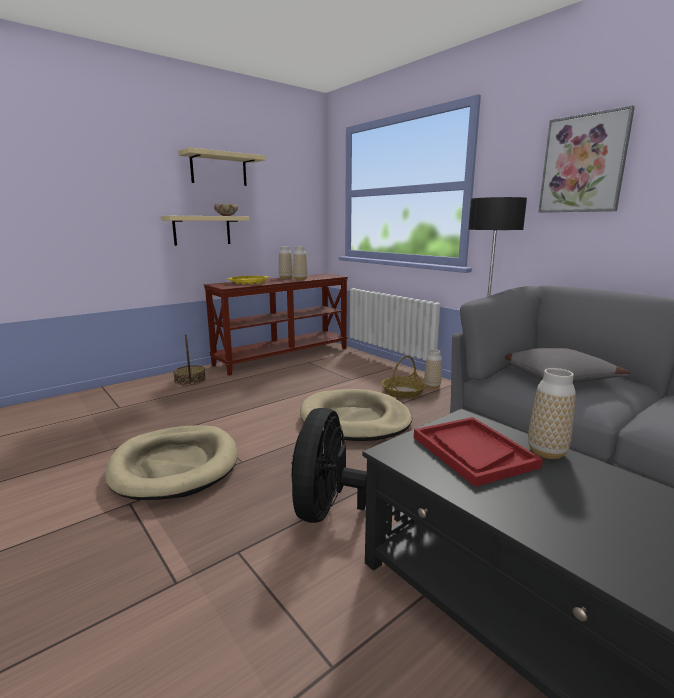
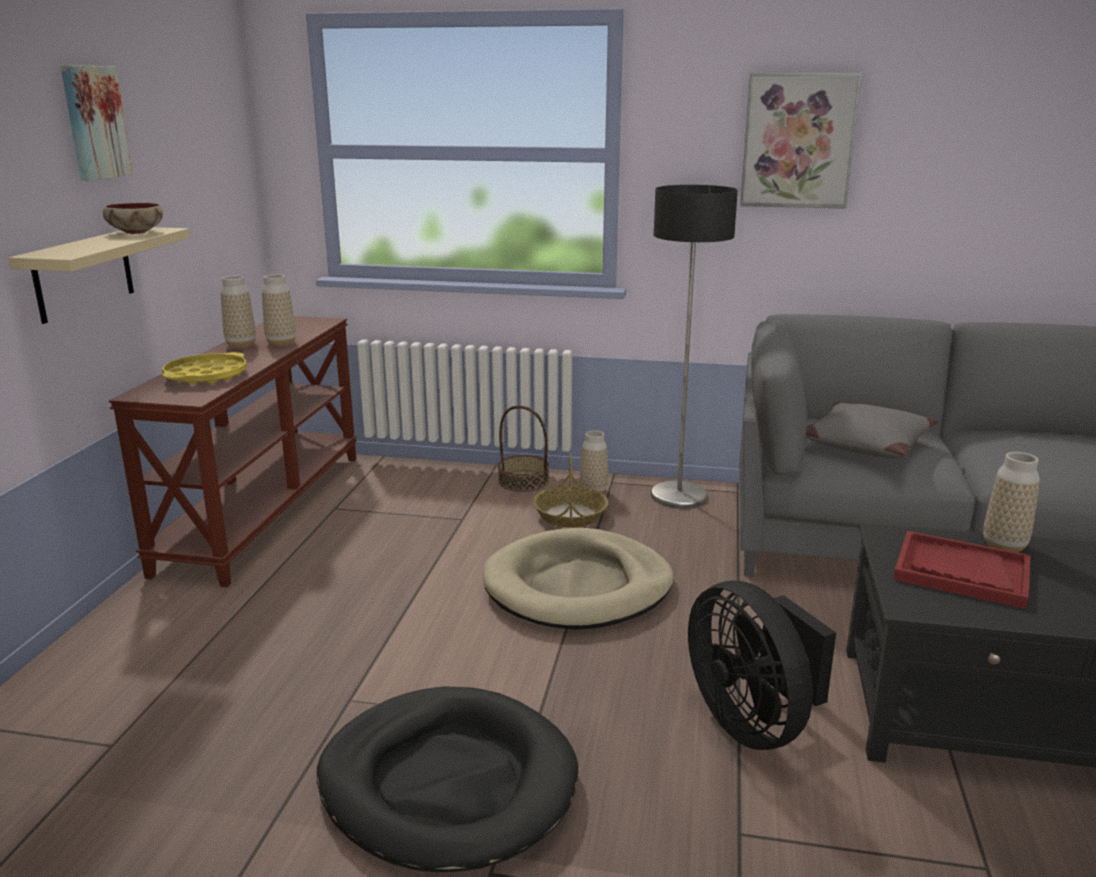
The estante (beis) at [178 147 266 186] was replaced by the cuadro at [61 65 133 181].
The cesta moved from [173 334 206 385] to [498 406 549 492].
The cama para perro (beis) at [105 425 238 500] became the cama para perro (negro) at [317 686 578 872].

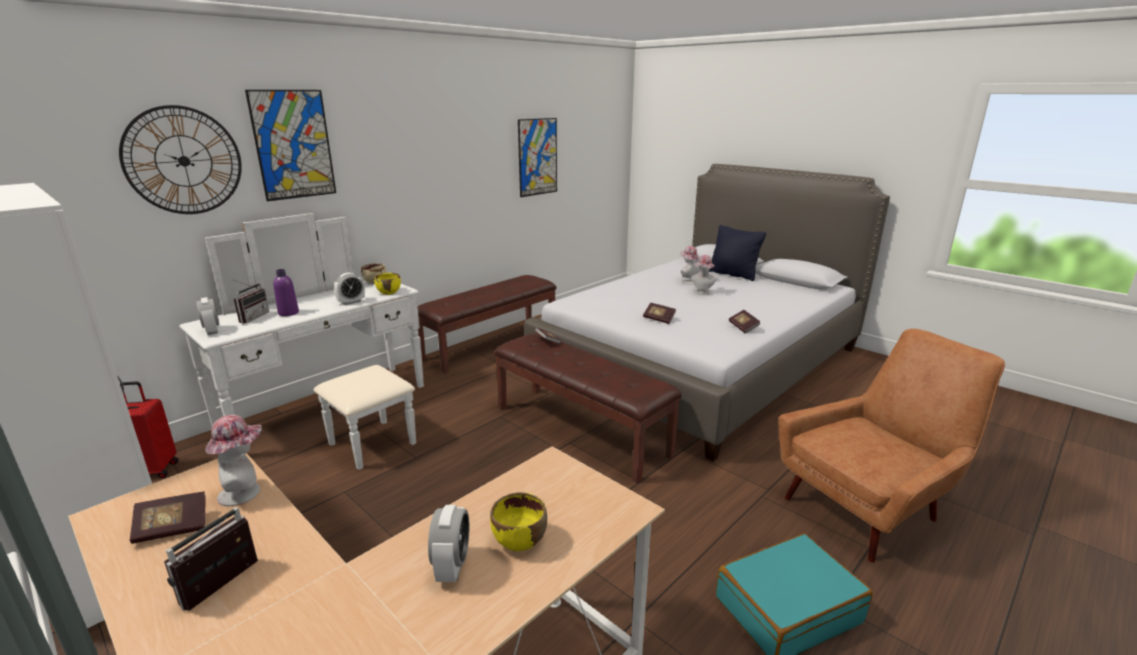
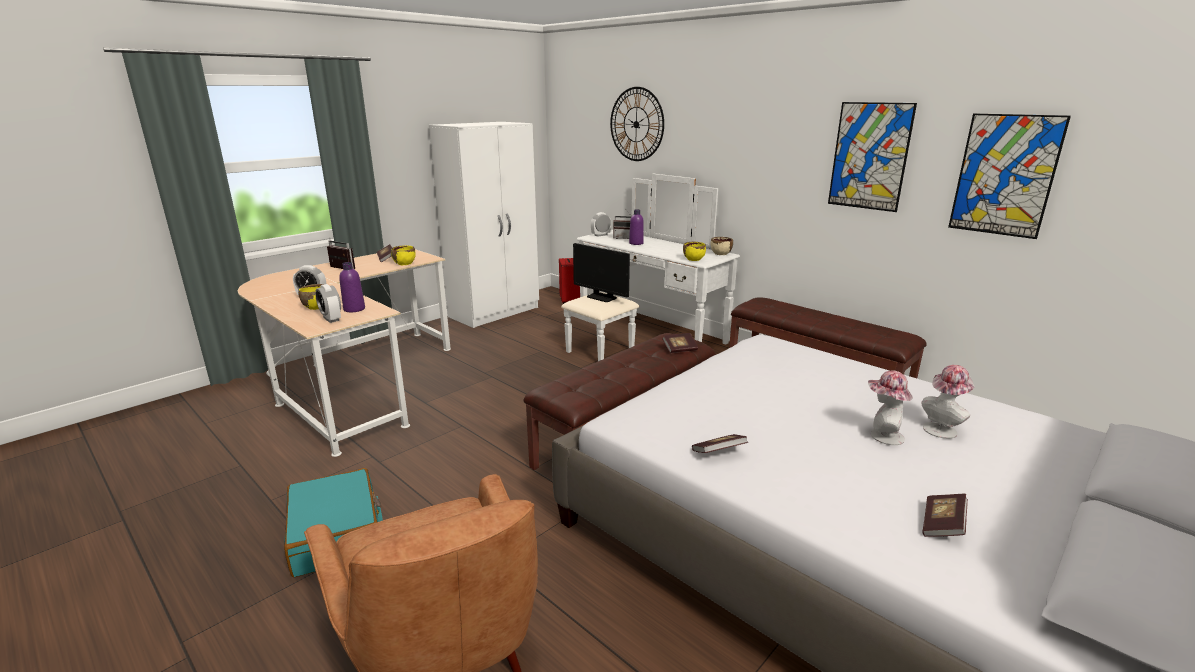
The cuadro moved from [245 90 336 201] to [828 102 917 212].
The cojín (negro) at [709 225 766 281] disappeared.
The despertador moved from [334 272 365 305] to [315 284 341 323].
The libro moved from [643 303 676 324] to [923 494 968 537].
The sombrero at [205 415 262 506] was replaced by the cuenco (amarillo) at [391 245 416 265].
The monitor at [573 243 630 302] appeared.
The botella (morado) at [339 262 365 312] appeared.

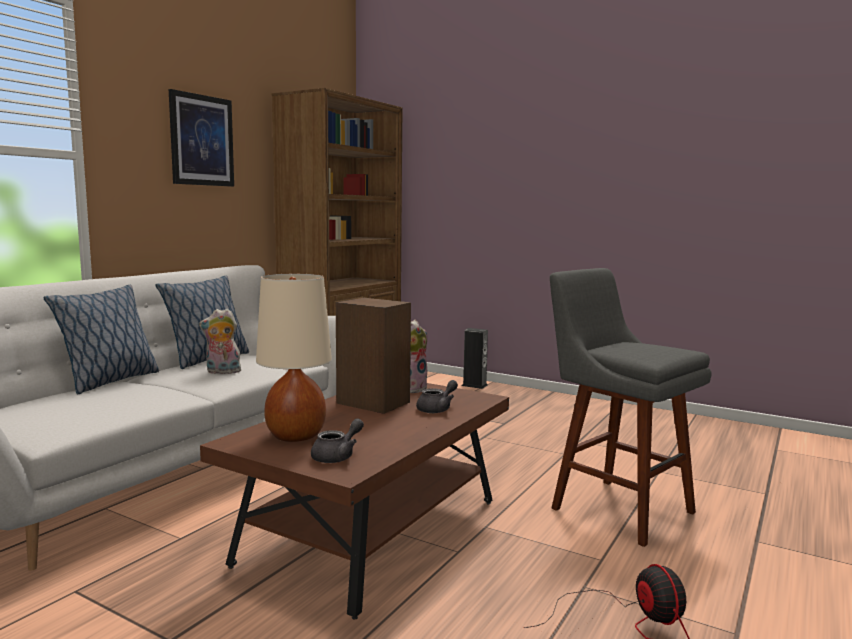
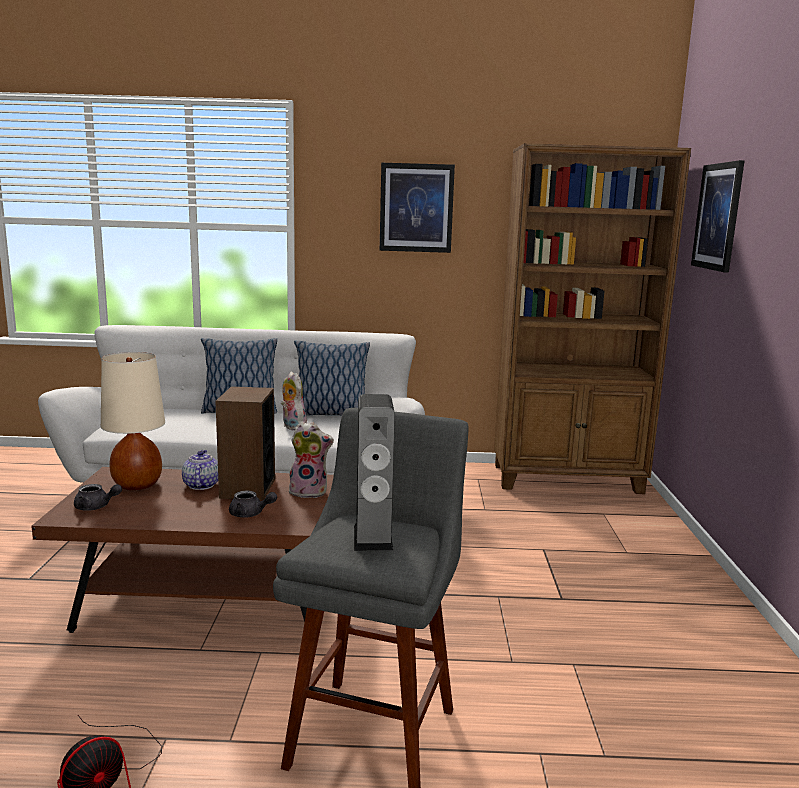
The altavoz moved from [462 328 488 389] to [354 394 395 551].
The cuadro at [691 160 745 273] appeared.
The tetera at [182 450 218 490] appeared.

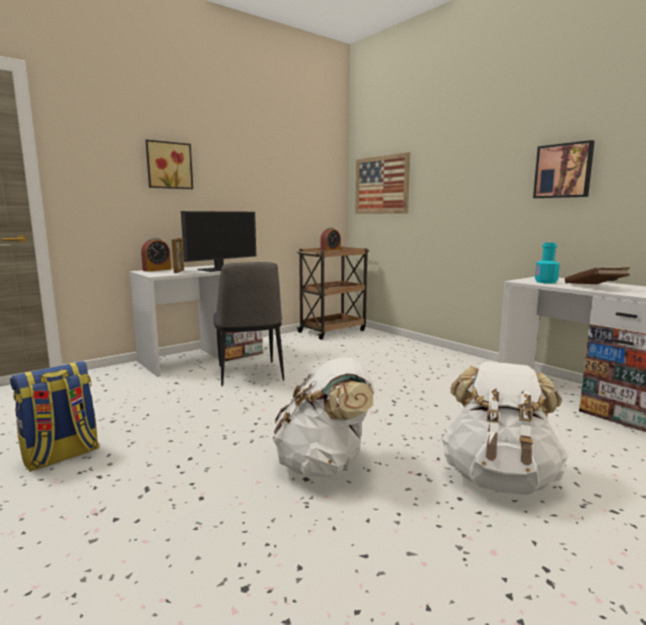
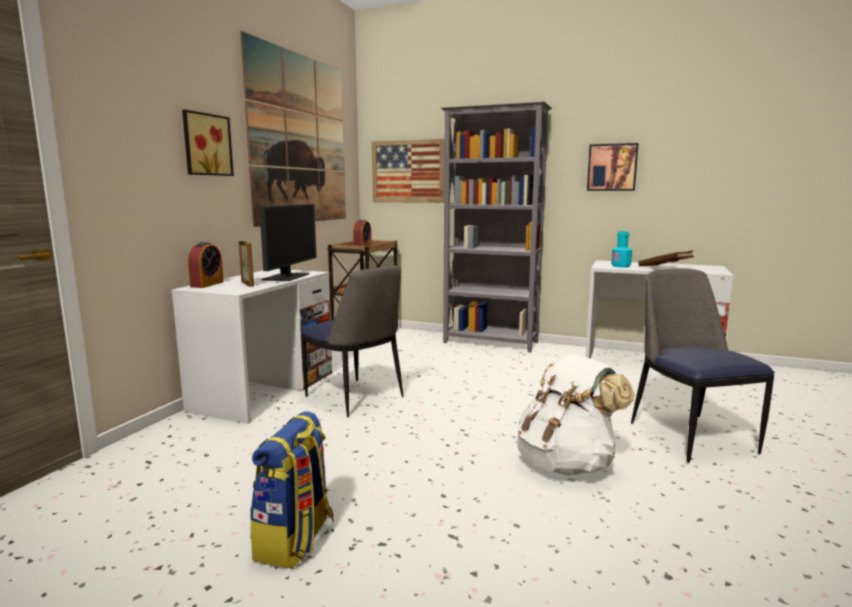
The mochila (blanco) at [441 362 569 495] was replaced by the silla at [631 269 775 463].
The cuadro at [240 31 346 227] appeared.
The estantería (gris) at [441 101 552 352] appeared.

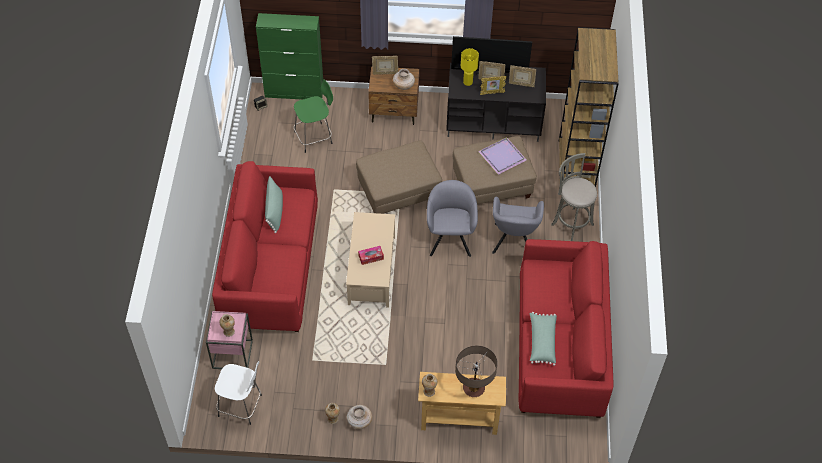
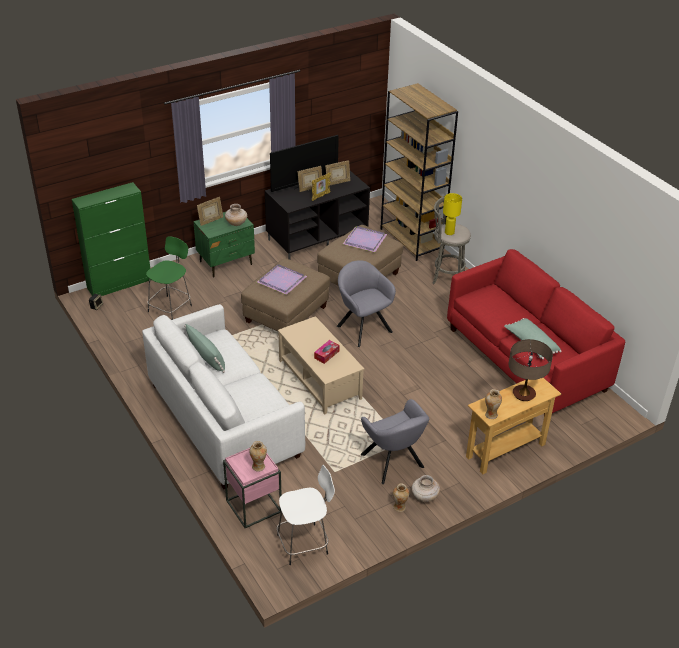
The lámpara de mesa (amarillo) moved from [461 48 479 86] to [443 193 462 235].
The mesita de noche (marrón) at [368 66 419 125] became the mesita de noche (verde) at [193 211 255 277].
The sofá (rojo) at [212 161 318 332] became the sofá (blanco) at [142 304 305 489].
The sillón (gris) moved from [492 197 544 254] to [361 399 429 484].
The bandeja (morado) at [257 264 307 295] appeared.

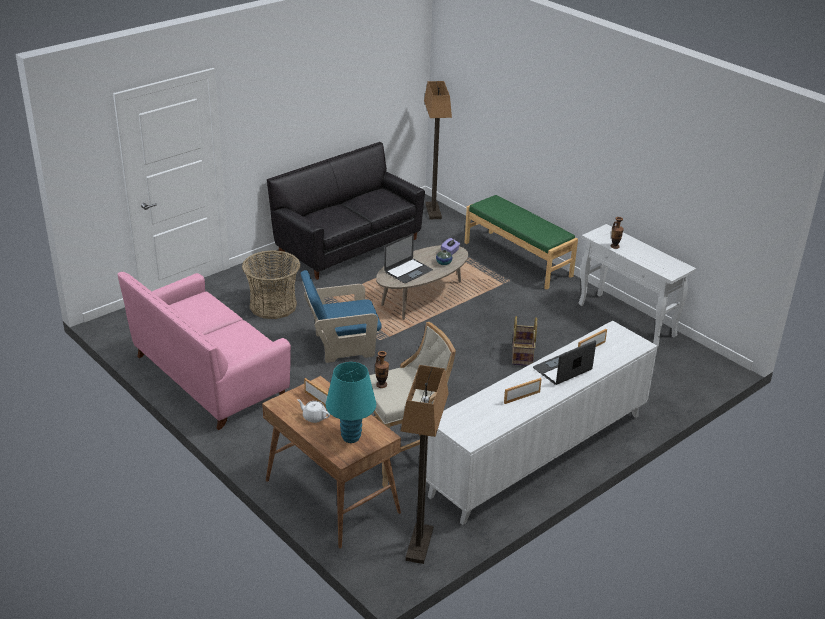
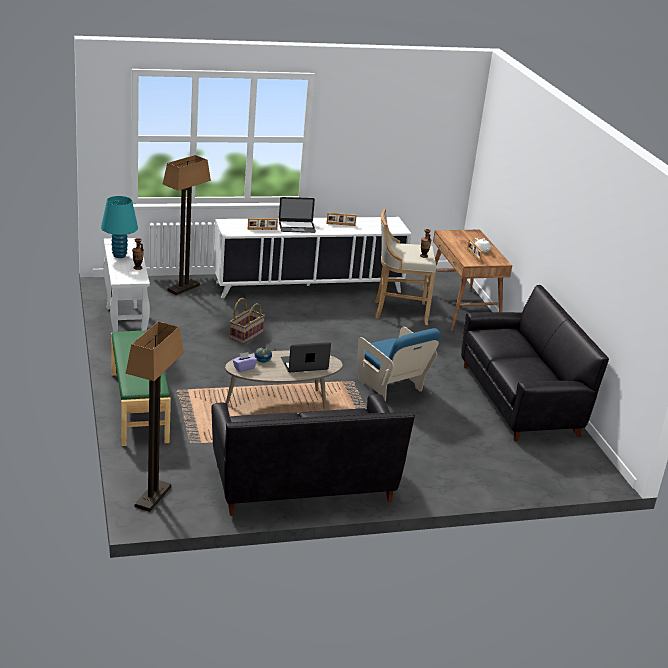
The cesta at [242 250 300 319] disappeared.
The sillón (azul) at [301 270 382 363] turned 45 degrees clockwise.
The sofá (rosa) at [118 271 291 430] became the sofá (negro) at [461 285 609 441].
The lámpara de mesa (turquesa) moved from [326 362 376 443] to [101 196 138 258].
The lámpara de pie moved from [401 365 449 564] to [163 155 211 295].

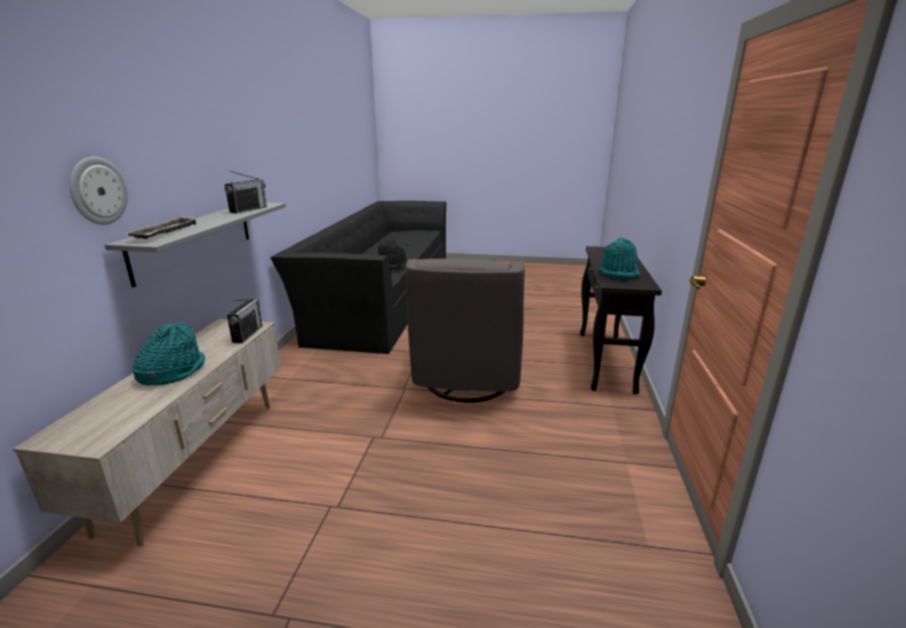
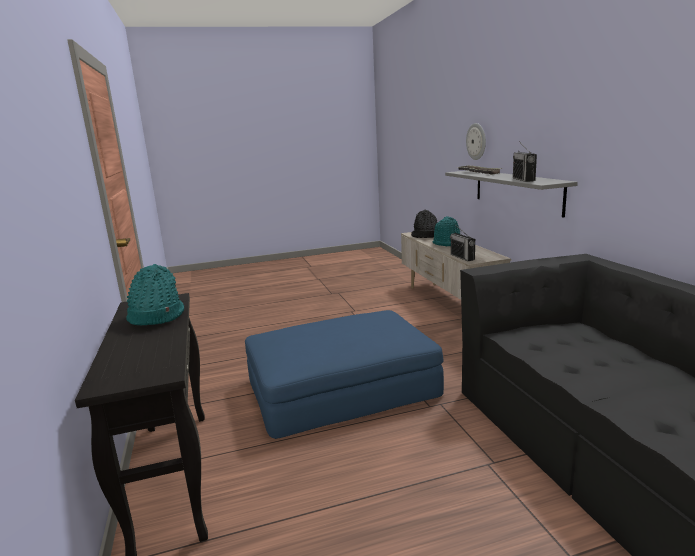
The sombrero (negro) moved from [378 239 407 270] to [411 210 438 238].
The sillón (gris) at [405 259 525 403] was replaced by the puf (azul) at [245 310 444 439].

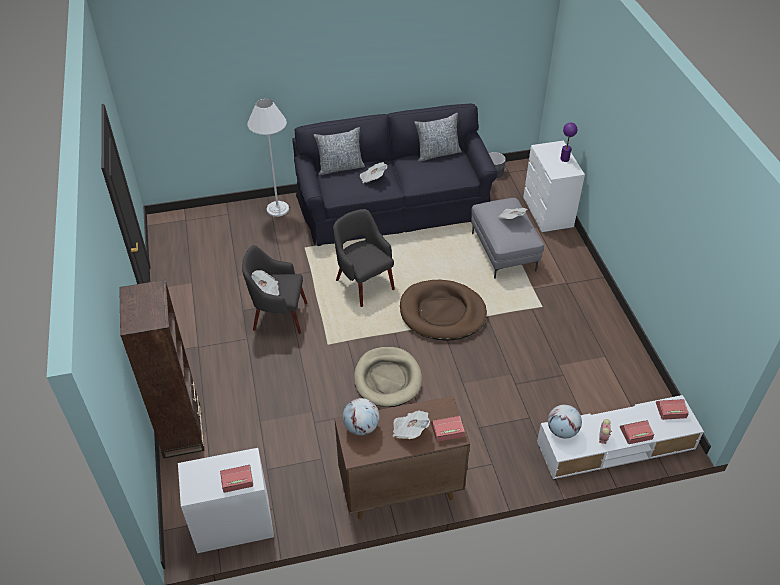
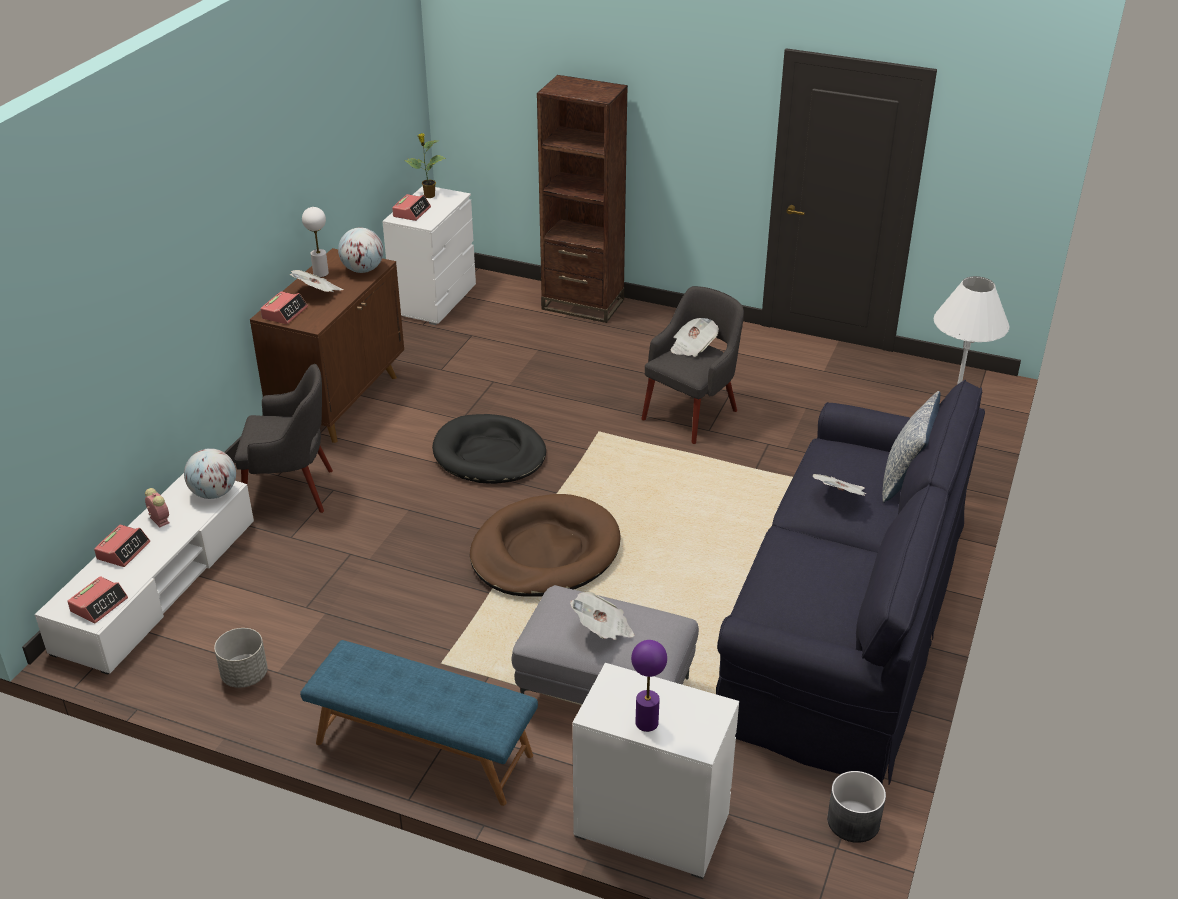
The cojín at [414 113 462 162] disappeared.
The sillón (gris) moved from [333 209 395 307] to [235 364 333 513].
The cama para perro (beis) at [354 347 422 407] became the cama para perro (negro) at [432 414 546 484].
The planta en maceta at [404 133 446 198] appeared.
The lámpara de mesa (blanco) at [302 207 329 277] appeared.
The maceta (gris) at [214 628 268 688] appeared.
The banco (azul) at [300 640 538 806] appeared.

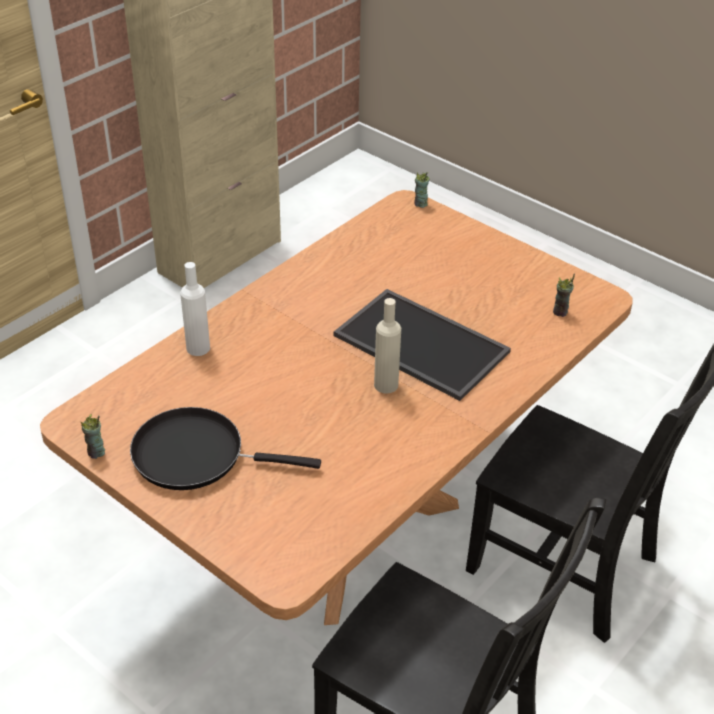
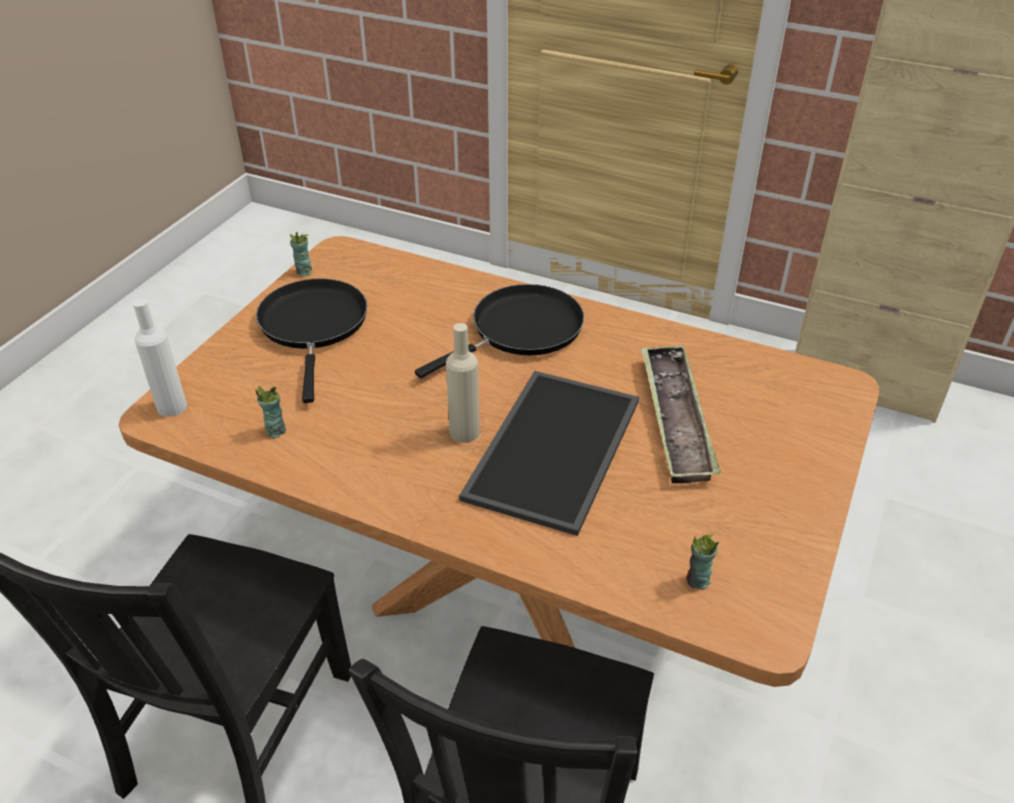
The taza moved from [414 172 430 208] to [255 386 286 438].
The botella (blanco) moved from [180 262 210 356] to [133 299 187 417].
The sartén (negro) at [415 284 584 378] appeared.
The bandeja at [641 345 721 483] appeared.

